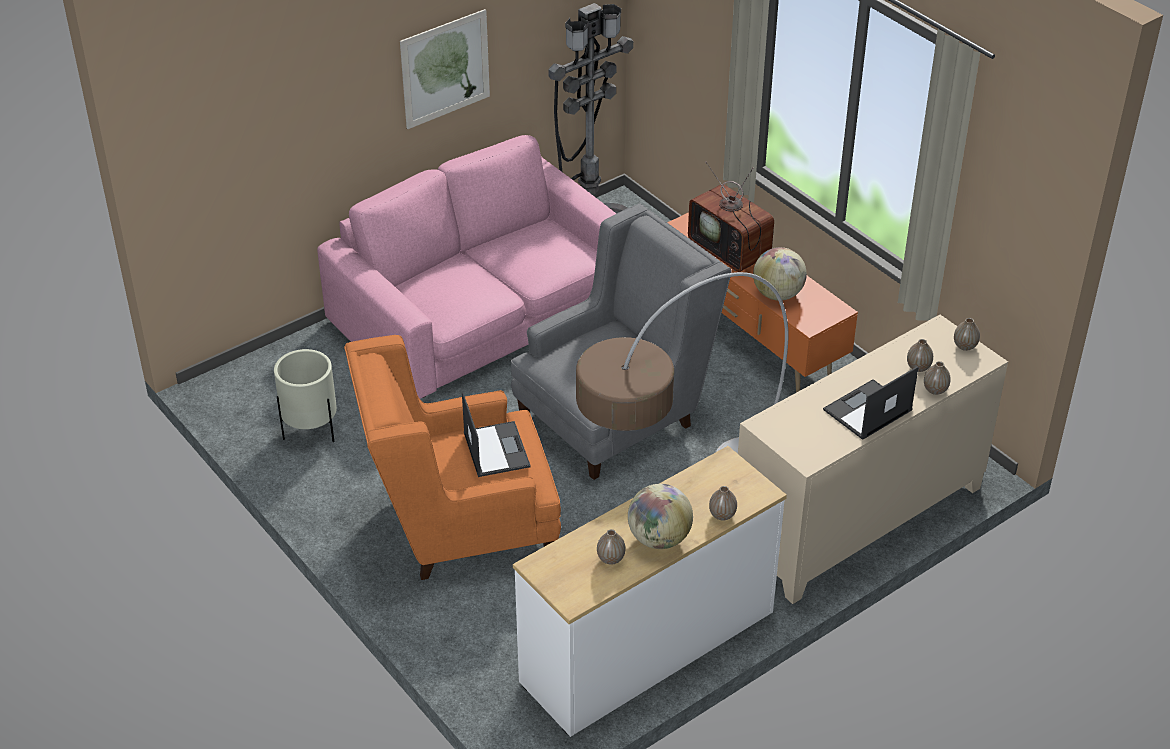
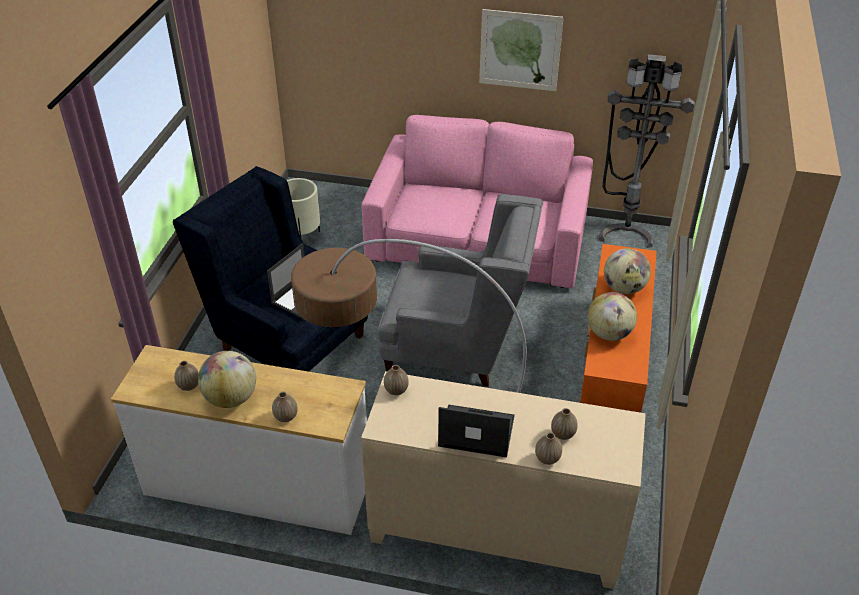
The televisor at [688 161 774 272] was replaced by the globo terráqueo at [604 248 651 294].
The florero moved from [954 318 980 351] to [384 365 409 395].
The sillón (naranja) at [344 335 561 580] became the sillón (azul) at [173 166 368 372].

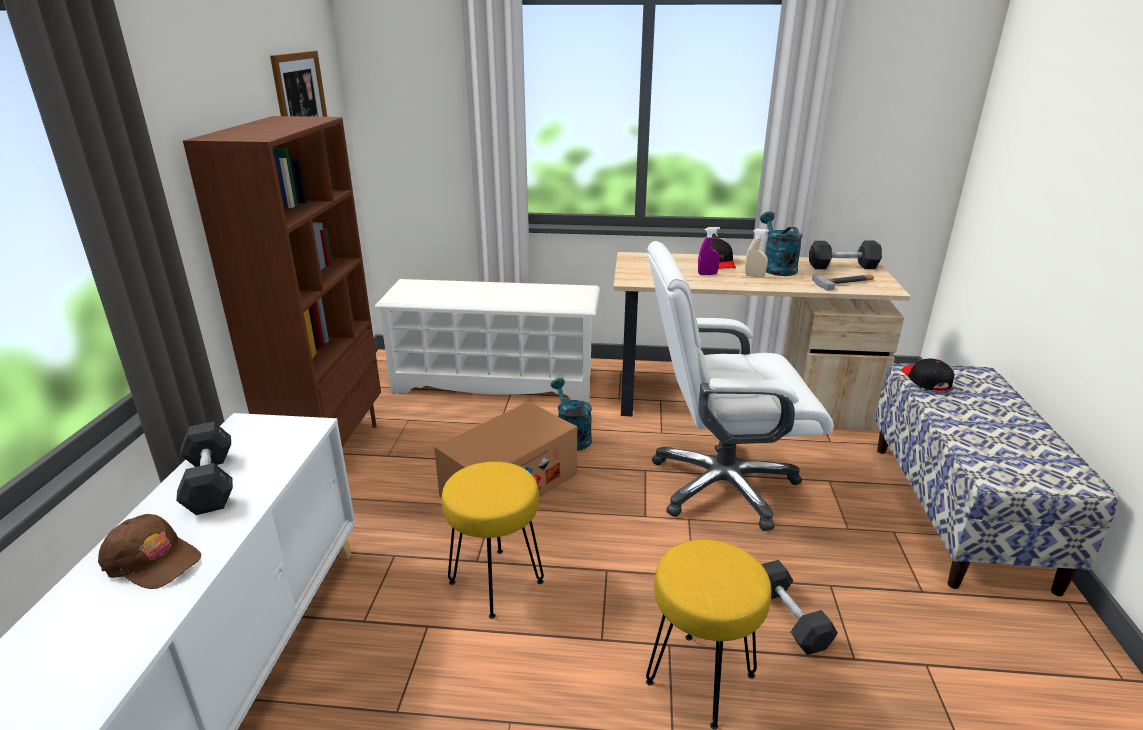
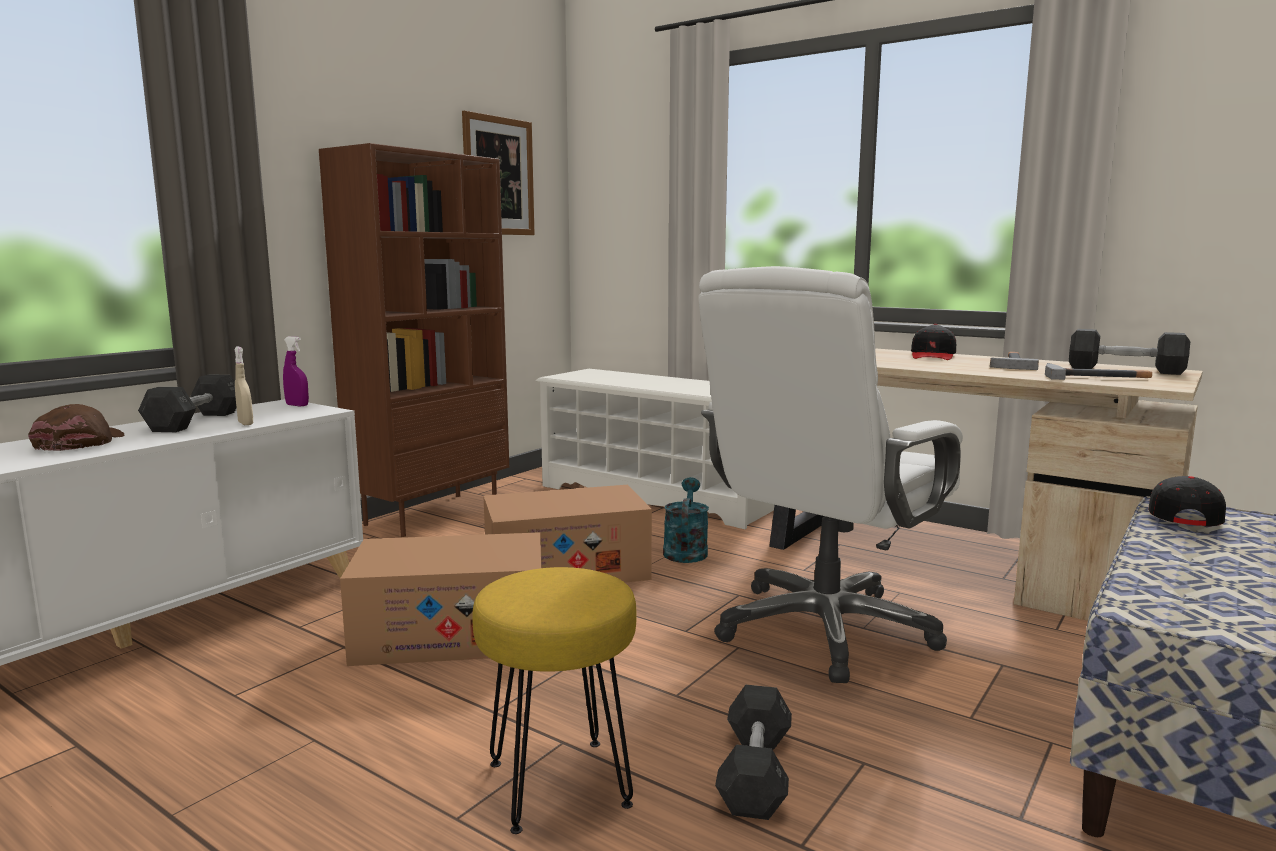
The regadera (turquesa) at [760 212 803 276] was replaced by the martillo at [990 352 1039 370].
The pulverizador (morado) moved from [698 227 720 275] to [283 336 309 407].
The pulverizador (beis) moved from [745 228 769 278] to [234 346 253 425].
The silla de oficina (blanco) at [647 241 834 531] turned 75 degrees counterclockwise.
The taburete (amarillo) at [442 462 544 619] was replaced by the caja de cartón at [340 532 542 666].
The gorra (marrón) at [98 514 201 589] turned 150 degrees counterclockwise.

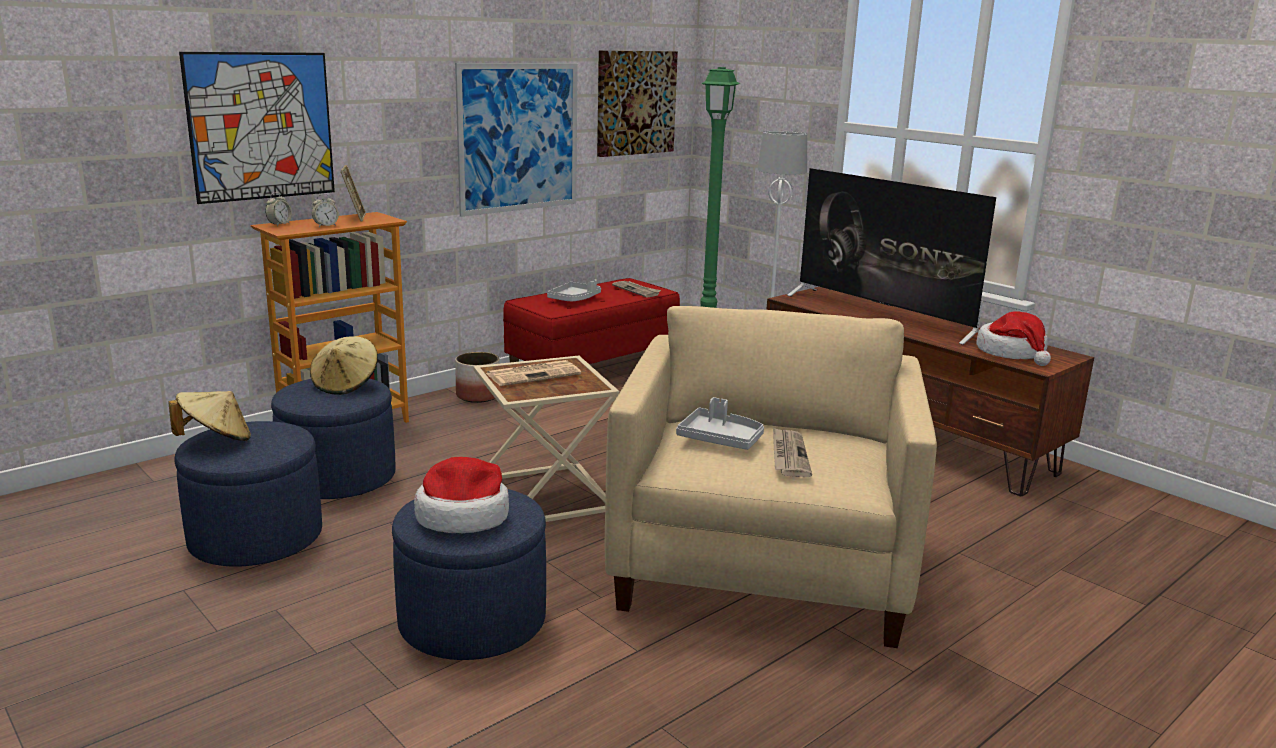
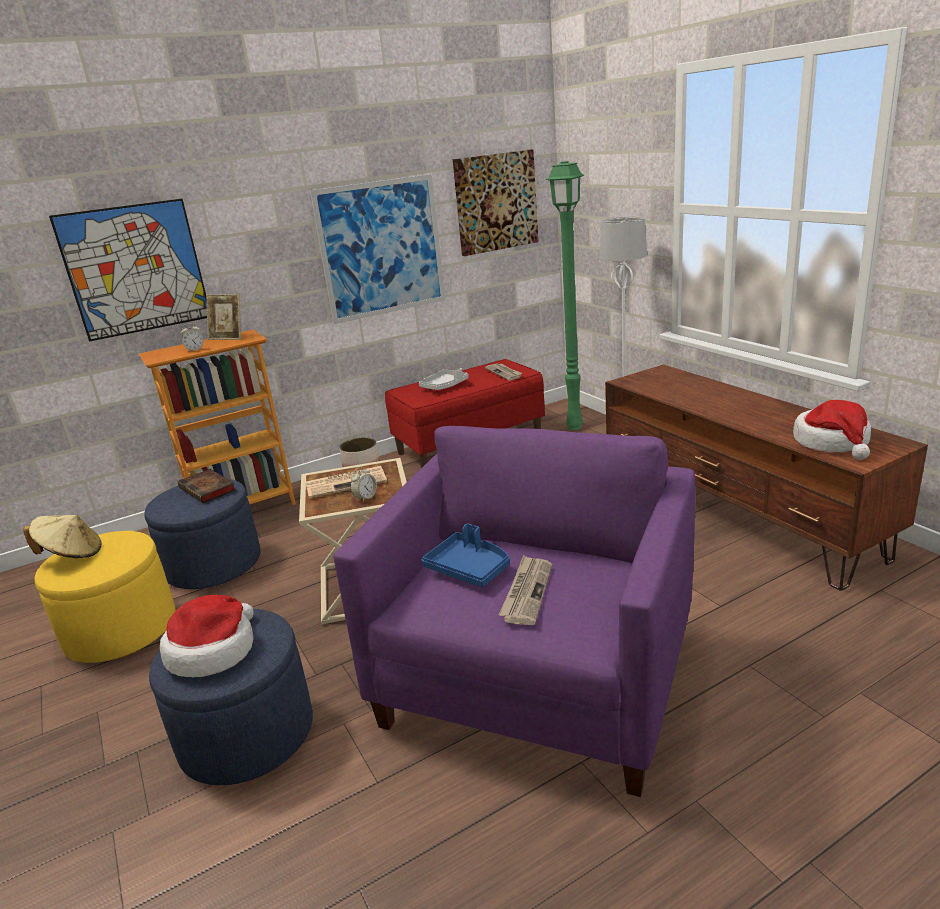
The portarretratos at [341 165 366 222] turned 105 degrees clockwise.
The televisor at [787 168 996 345] disappeared.
The despertador moved from [265 193 292 226] to [350 466 377 502].
The sillón (beis) at [605 306 937 648] became the sillón (morado) at [333 426 696 797].
The sombrero (beis) at [310 336 378 395] was replaced by the libro at [178 469 236 503].
The bandeja (gris) at [676 397 764 450] became the bandeja (azul) at [422 523 510 587].
The puf (azul) at [174 421 322 567] became the puf (amarillo) at [35 531 176 663].

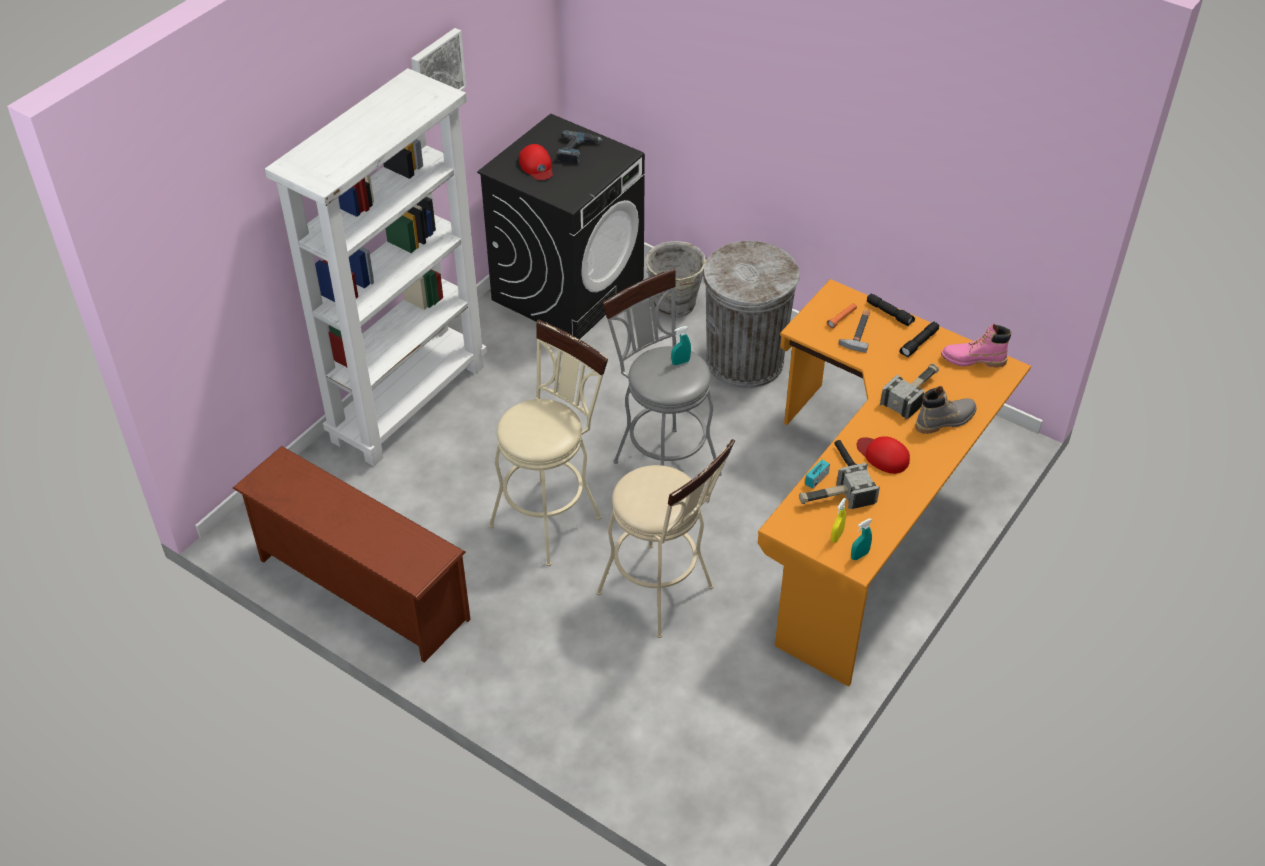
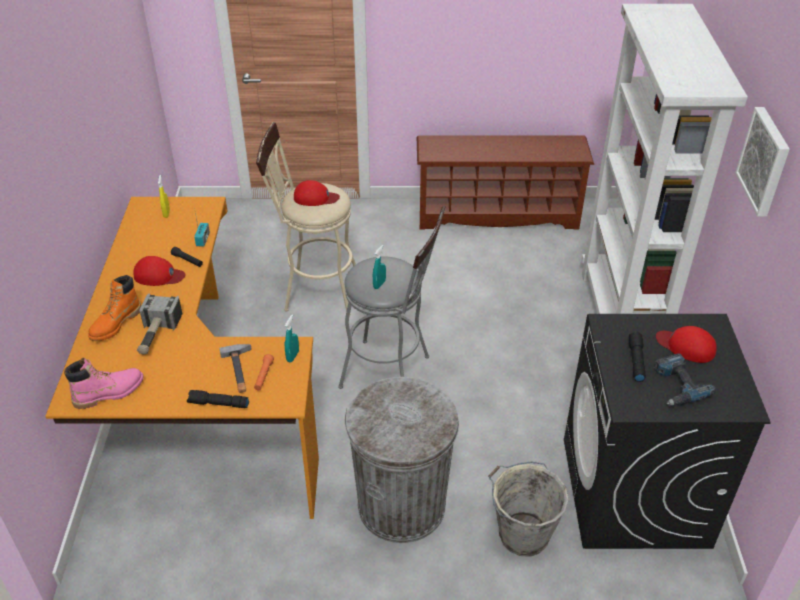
The taburete (beis) at [489 319 608 566] disappeared.
The linterna (negro) moved from [900 322 939 357] to [629 331 646 382].
The bota (gris) at [915 386 977 434] became the bota (naranja) at [88 275 141 341].
The martillo at [799 463 880 509] disappeared.
The pulverizador (turquesa) moved from [851 518 872 560] to [285 314 299 363].
The gorra (rojo) at [294 180 340 206] appeared.

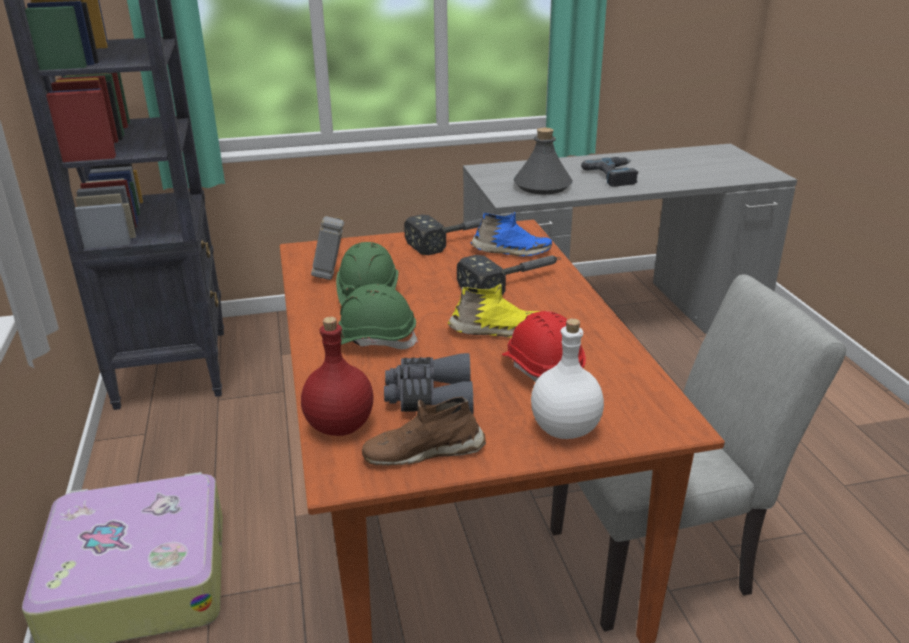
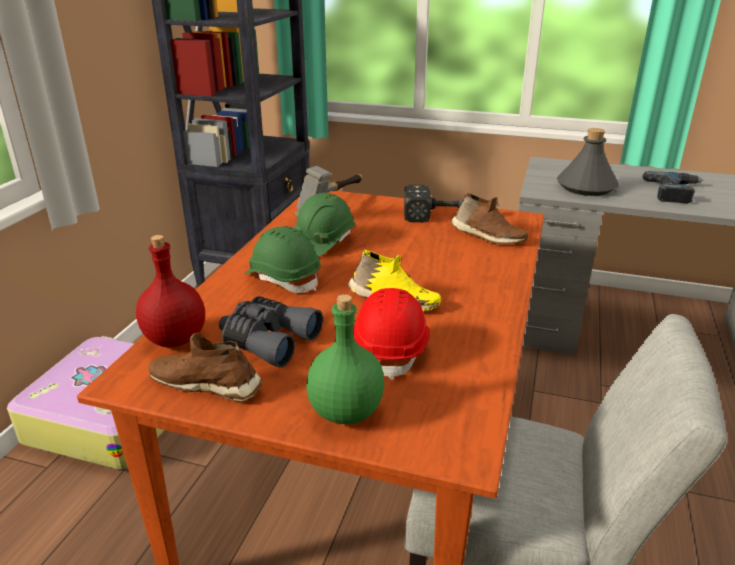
The zapato (azul) at [471 211 552 256] became the zapato (marrón) at [451 192 528 244].
The martillo at [457 255 561 295] disappeared.
The botella (blanco) at [531 318 604 439] became the botella (verde) at [306 294 384 424].

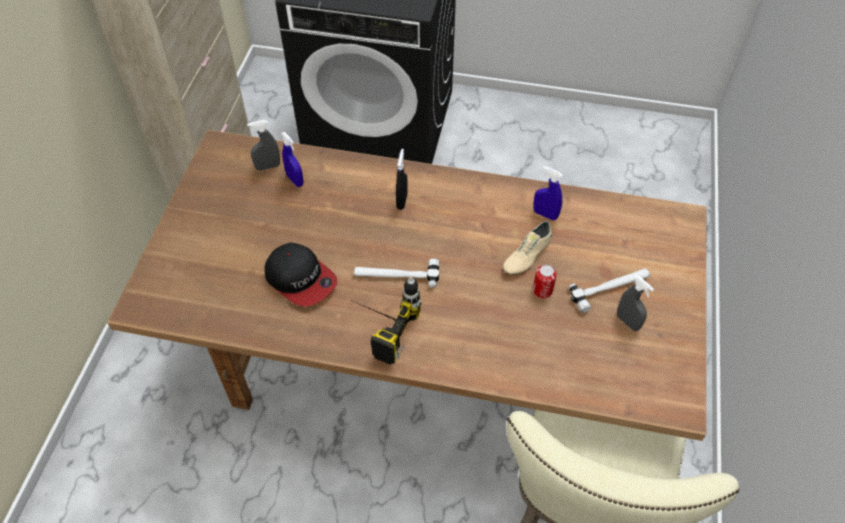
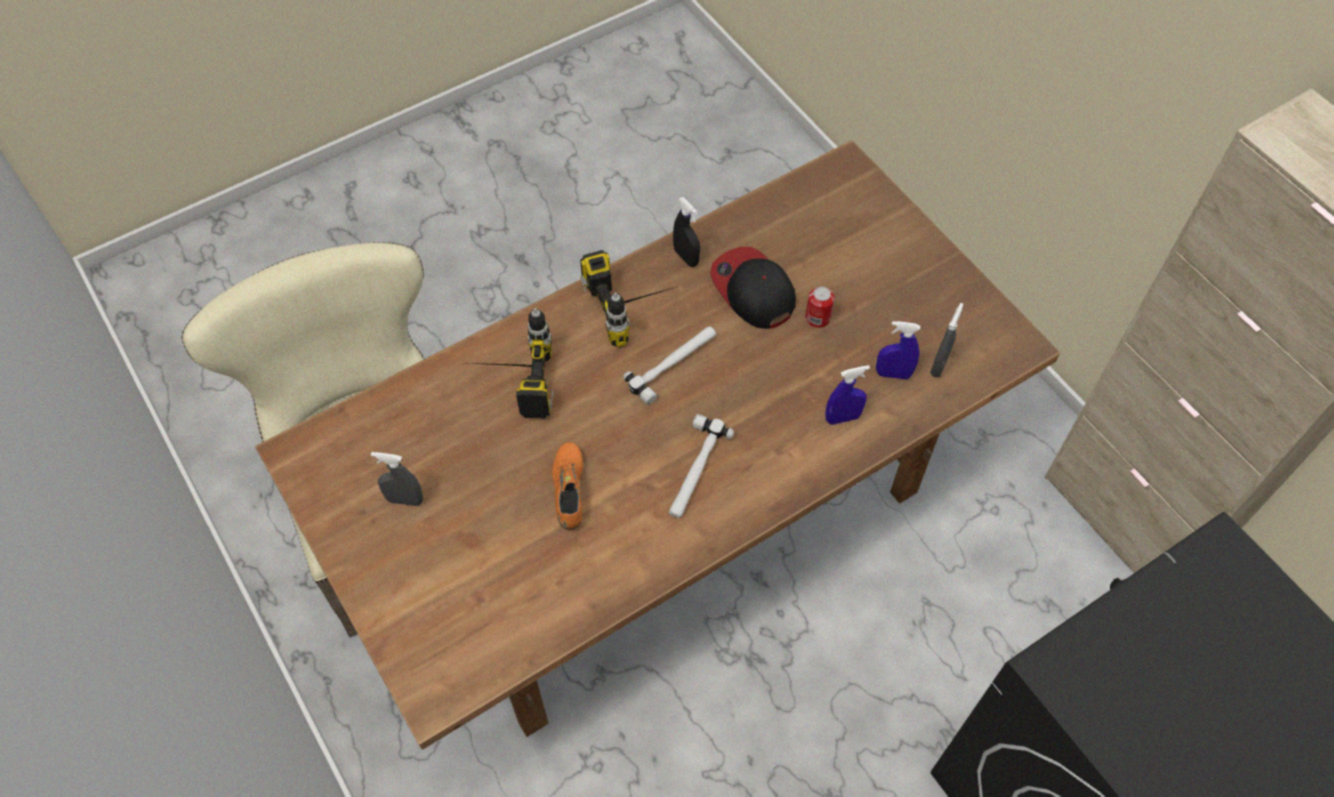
The pulverizador (negro) moved from [396 149 408 210] to [673 197 700 267].
The pulverizador (azul) moved from [534 166 563 220] to [825 365 870 425].
The zapato (beis) at [503 221 552 275] became the zapato (naranja) at [552 442 583 530].
The gorra at [265 243 337 307] turned 60 degrees clockwise.
The lata moved from [533 265 557 298] to [805 286 834 328].
The martillo moved from [569 269 650 313] to [669 414 734 518].
The taladro at [470 308 553 418] appeared.

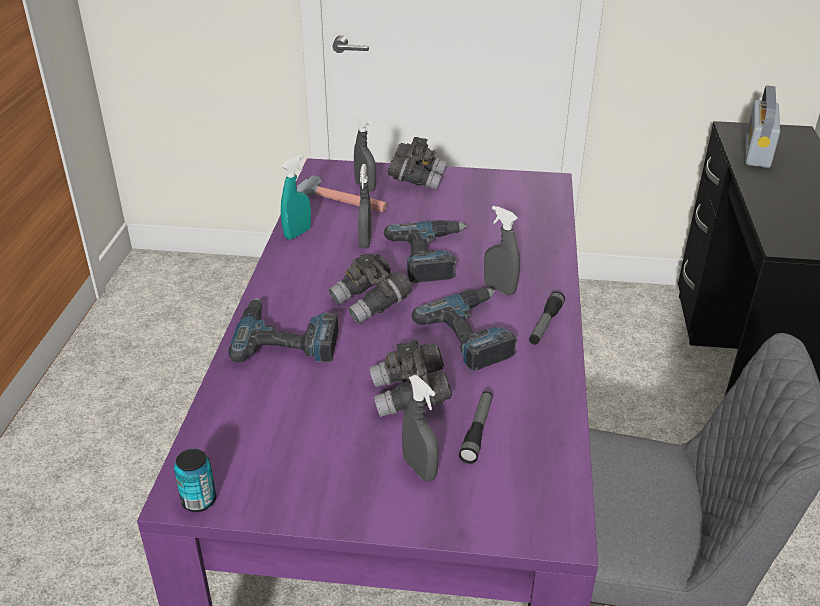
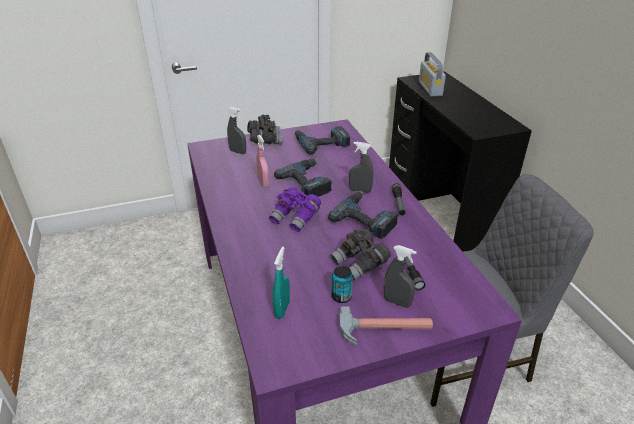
The pulverizador (turquesa) moved from [281 154 311 240] to [273 247 290 319].
The pulverizador (gris) at [358 164 371 248] became the pulverizador (rosa) at [257 135 269 188].
The martillo moved from [297 175 387 212] to [339 307 433 346].
The prismáticos (gris) at [328 253 412 324] became the prismáticos (morado) at [269 187 321 232].
The taladro moved from [228 298 339 363] to [295 126 350 154].
The lata moved from [174 449 216 512] to [332 266 353 303].

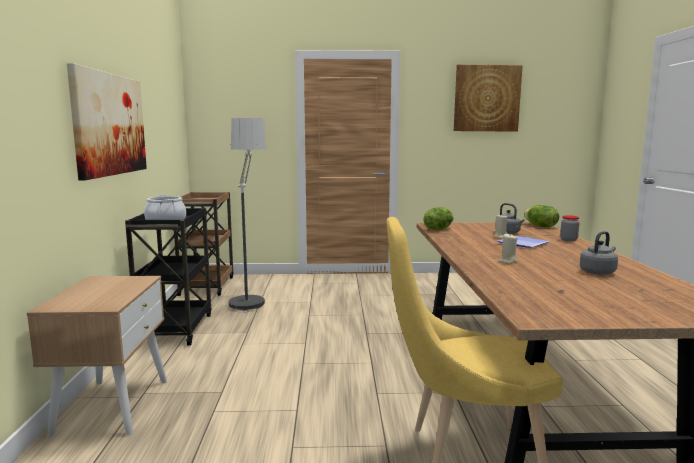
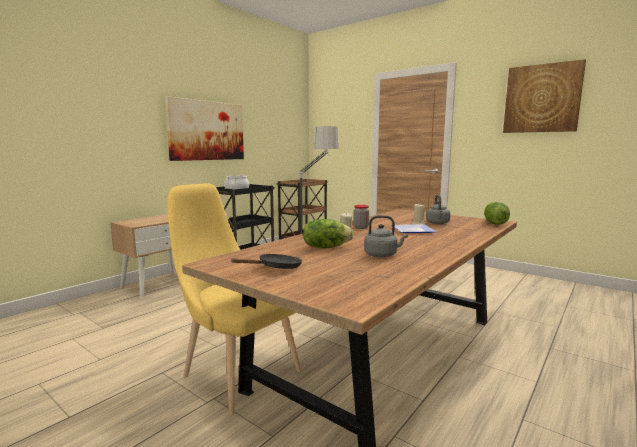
The lechuga moved from [424 207 454 230] to [303 219 354 248].
The tarro moved from [560 215 579 241] to [353 205 369 229].
The sartén (negro) at [231 254 302 269] appeared.

